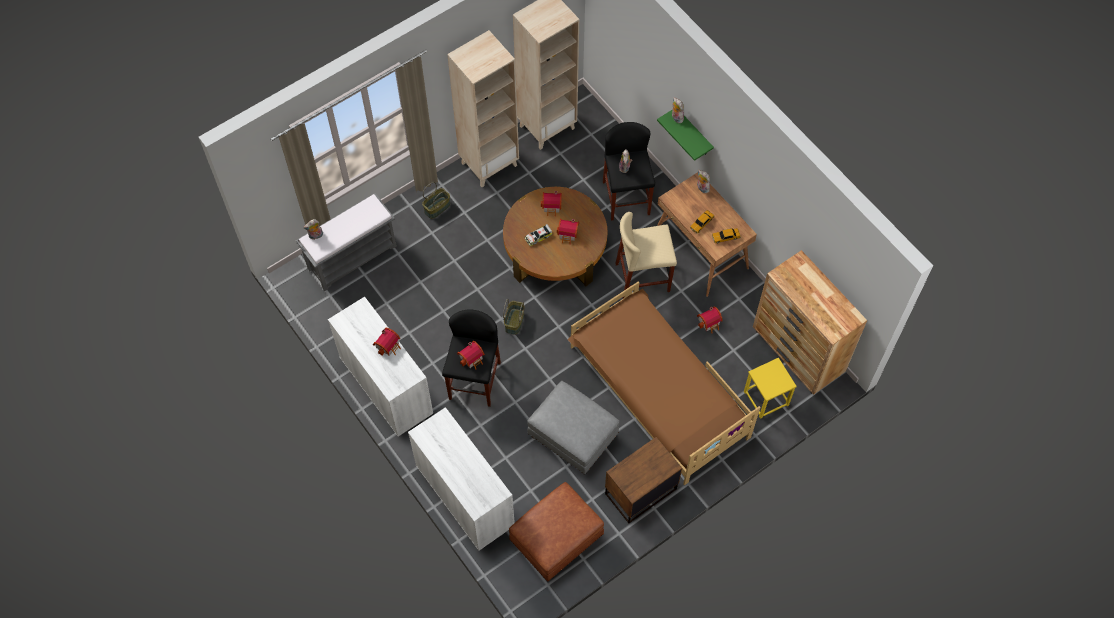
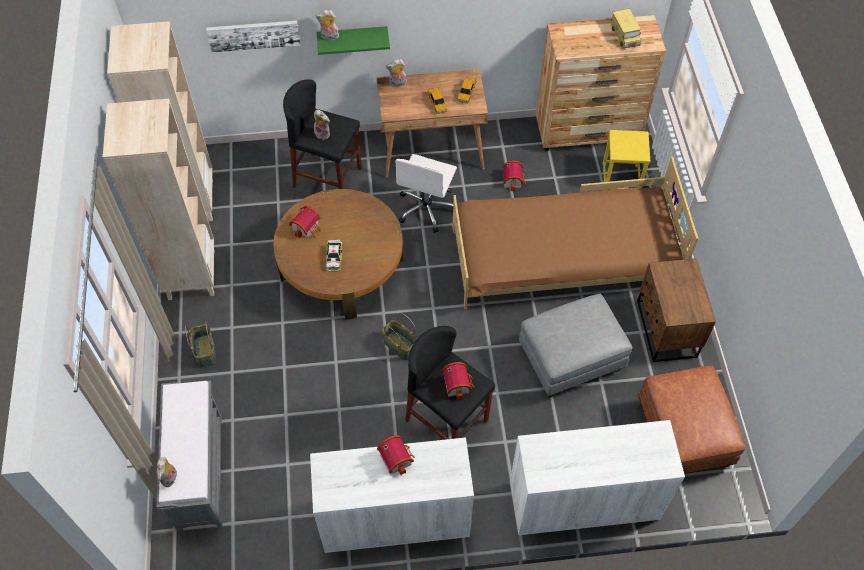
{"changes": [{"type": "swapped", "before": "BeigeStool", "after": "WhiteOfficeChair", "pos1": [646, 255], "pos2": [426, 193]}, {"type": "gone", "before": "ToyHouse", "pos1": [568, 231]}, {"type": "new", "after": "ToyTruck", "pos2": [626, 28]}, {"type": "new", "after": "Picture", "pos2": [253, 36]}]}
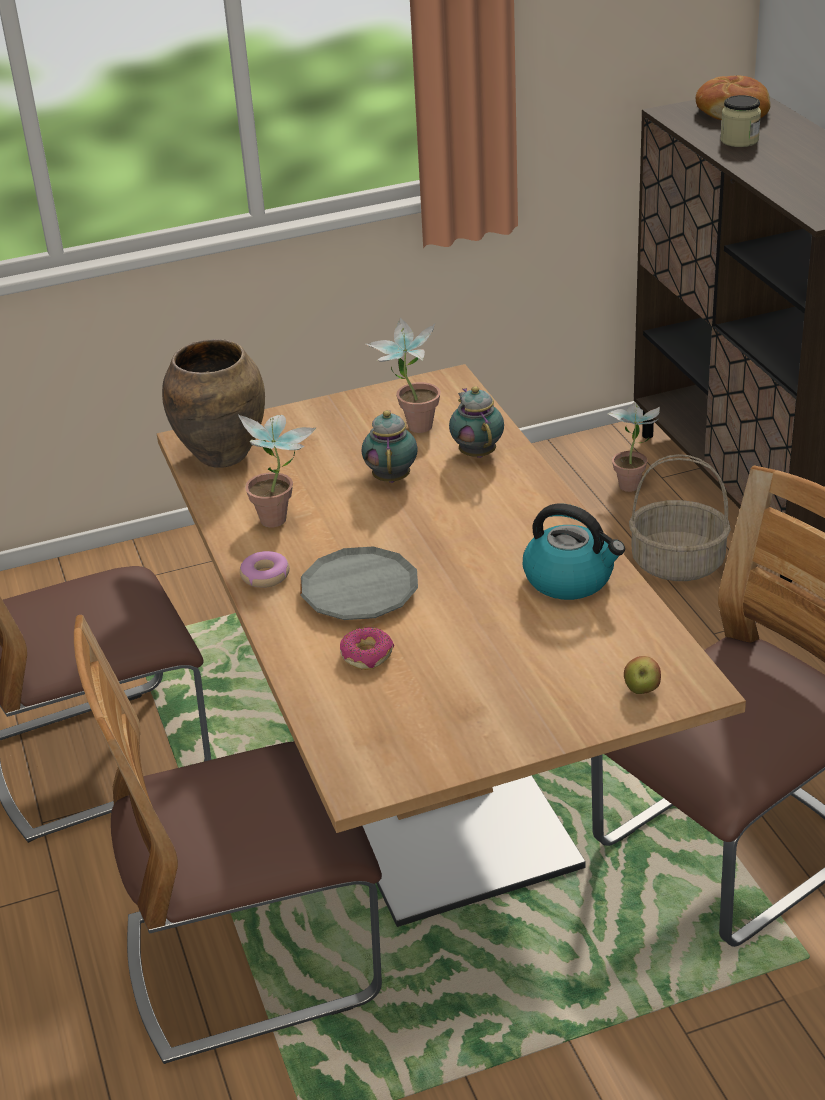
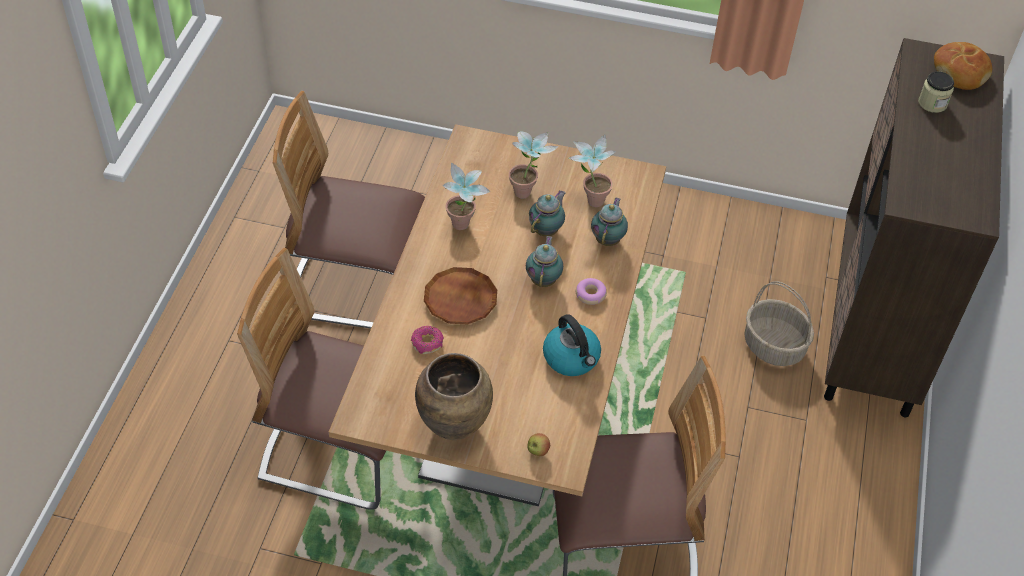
{"changes": [{"type": "shifted", "before": "BrownVase", "pos1": [213, 403], "pos2": [454, 396]}, {"type": "shifted", "before": "PottedPlant", "pos1": [634, 447], "pos2": [533, 165]}, {"type": "repainted", "before": "GreyPlate", "after": "BrownPlate", "pos1": [359, 583], "pos2": [460, 296]}, {"type": "shifted", "before": "Donut", "pos1": [265, 569], "pos2": [591, 291]}, {"type": "new", "after": "Teapot", "pos2": [544, 261]}]}
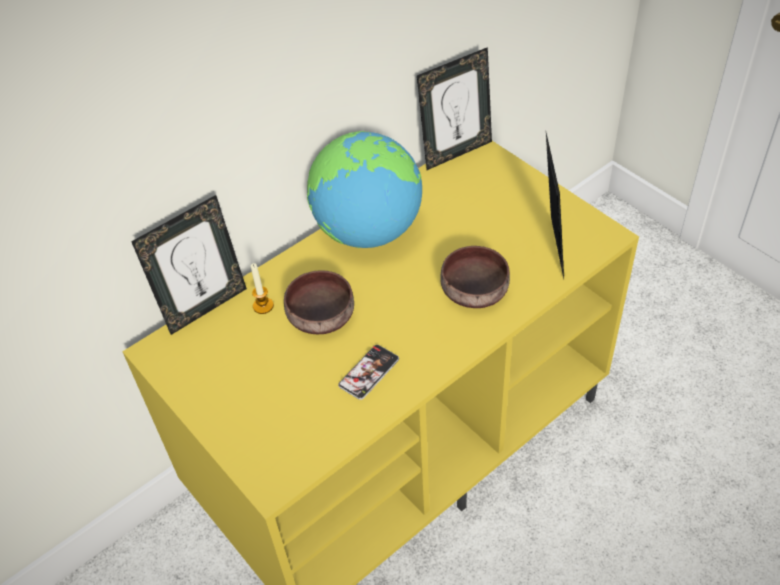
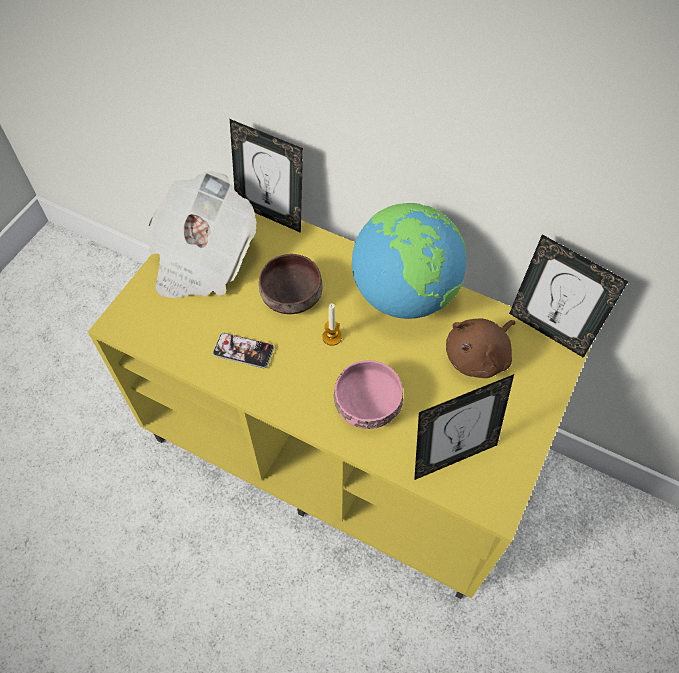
{"changes": [{"type": "repainted", "before": "BrownBowl", "after": "PinkBowl", "pos1": [475, 277], "pos2": [368, 394]}, {"type": "shifted", "before": "Candle", "pos1": [262, 288], "pos2": [332, 325]}, {"type": "new", "after": "Newspaper", "pos2": [203, 234]}, {"type": "new", "after": "BrownPlushToy", "pos2": [481, 348]}]}
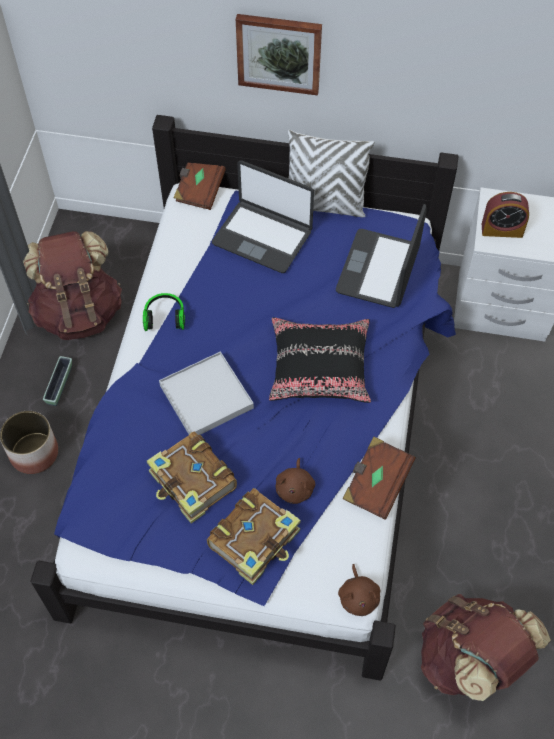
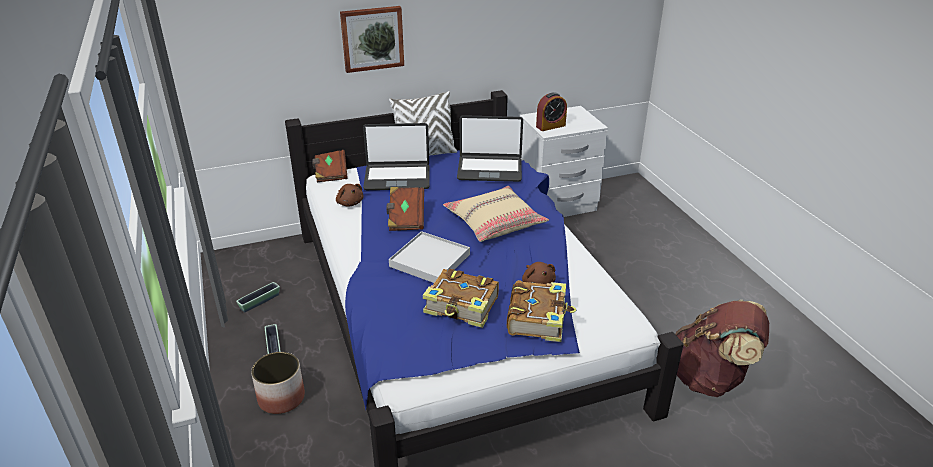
{"changes": [{"type": "rotated", "before": "Laptop", "pos1": [381, 256], "pos2": [490, 148], "turn": -75}, {"type": "swapped", "before": "BrownBackpack", "after": "Planter", "pos1": [72, 285], "pos2": [258, 297]}, {"type": "gone", "before": "Headphones", "pos1": [164, 312]}, {"type": "repainted", "before": "BlackPillow", "after": "BeigePillow", "pos1": [320, 360], "pos2": [496, 214]}, {"type": "shifted", "before": "BrownBook", "pos1": [379, 478], "pos2": [405, 209]}, {"type": "shifted", "before": "BrownPlushToy", "pos1": [359, 590], "pos2": [350, 195]}]}
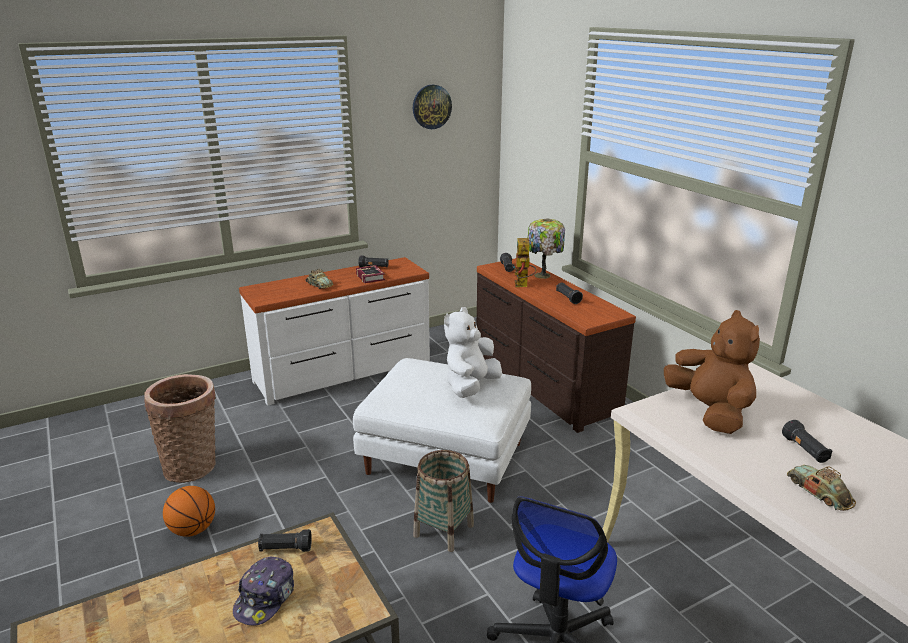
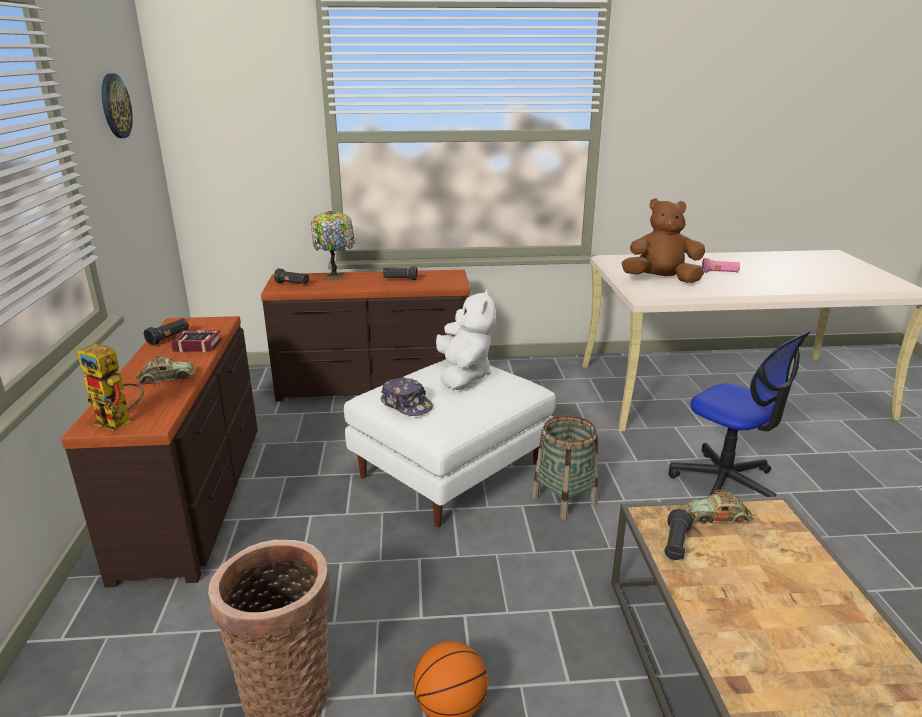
{"changes": [{"type": "shifted", "before": "ToyRobot", "pos1": [524, 262], "pos2": [110, 387]}, {"type": "repainted", "before": "WhiteDresser", "after": "BrownDresser", "pos1": [334, 331], "pos2": [159, 452]}, {"type": "rotated", "before": "WhitePlushToy", "pos1": [473, 352], "pos2": [465, 339], "turn": -150}, {"type": "repainted", "before": "BlackFlashlight", "after": "PinkFlashlight", "pos1": [807, 441], "pos2": [721, 265]}, {"type": "shifted", "before": "ToyCar", "pos1": [821, 488], "pos2": [719, 507]}, {"type": "shifted", "before": "Cap", "pos1": [263, 591], "pos2": [406, 396]}]}
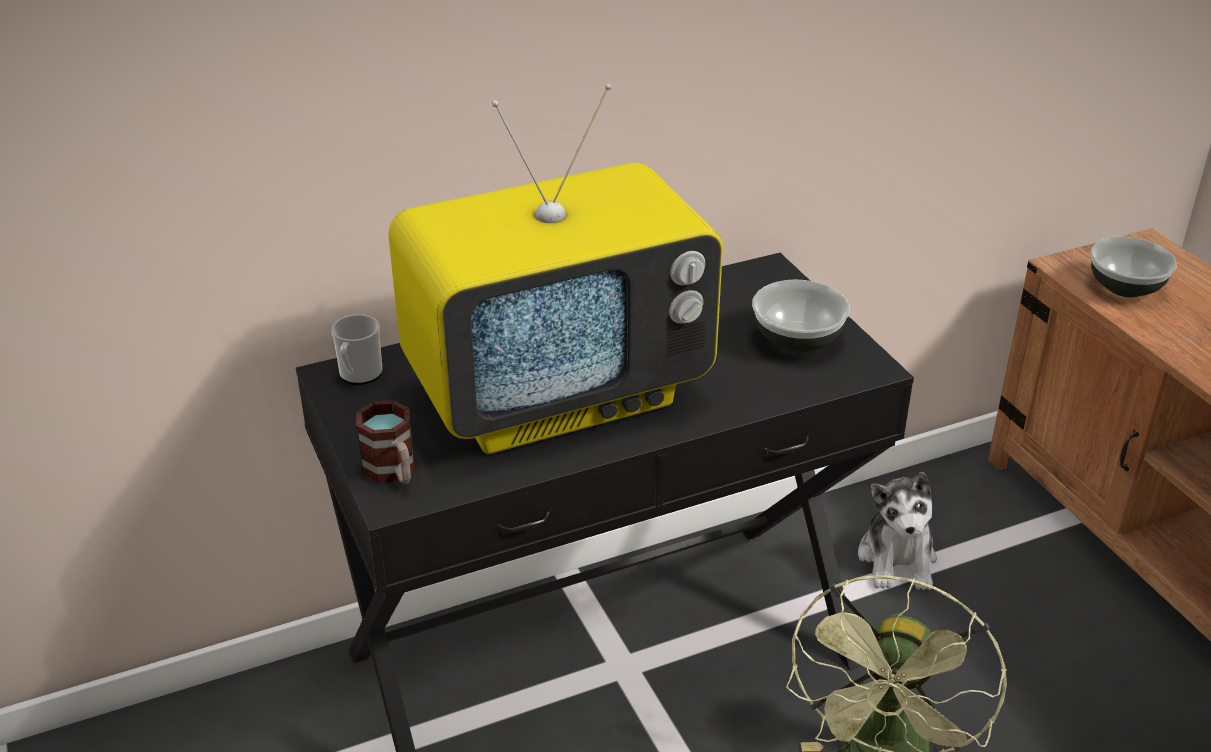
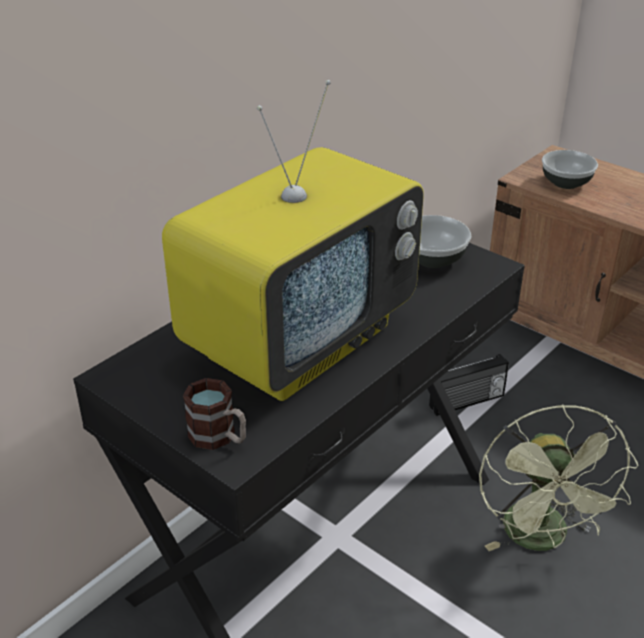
{"changes": [{"type": "gone", "before": "Mug", "pos1": [356, 349]}, {"type": "swapped", "before": "PlushToy", "after": "Radio", "pos1": [897, 531], "pos2": [469, 385]}]}
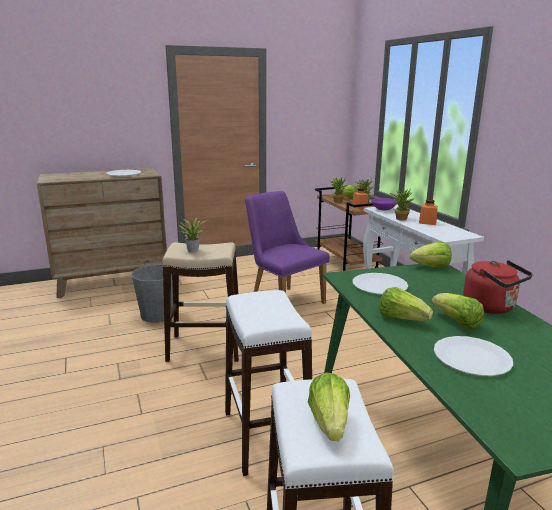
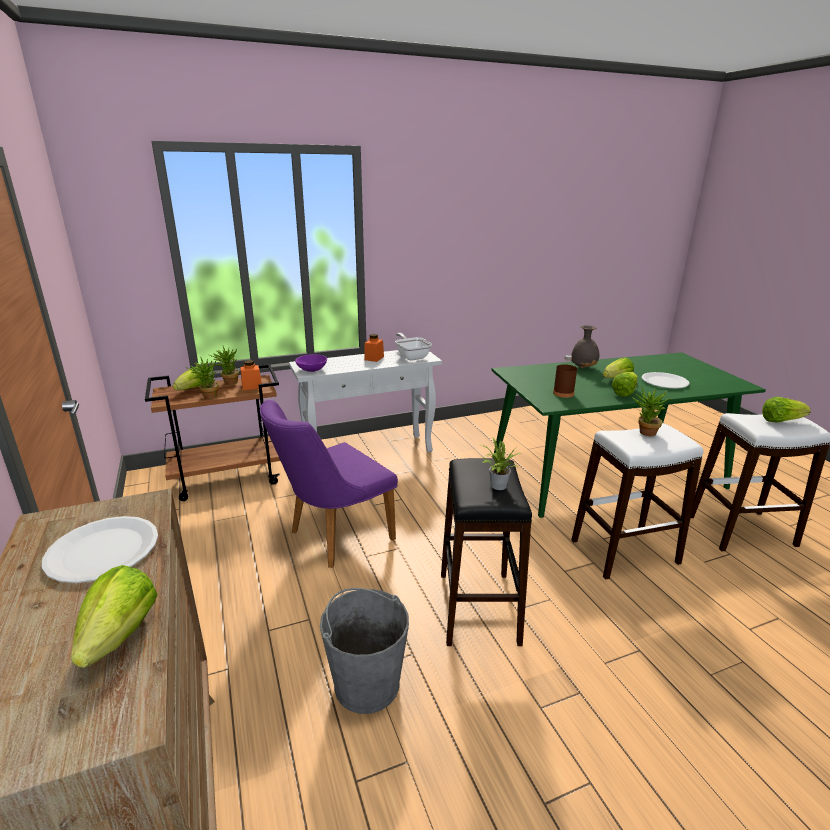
{"changes": [{"type": "shifted", "before": "PottedPlant", "pos1": [402, 204], "pos2": [652, 411]}, {"type": "repainted", "before": "BeigeStool", "after": "BlackStool", "pos1": [200, 302], "pos2": [486, 552]}, {"type": "shifted", "before": "Lettuce", "pos1": [431, 254], "pos2": [114, 616]}, {"type": "swapped", "before": "RedKettle", "after": "GreyVase", "pos1": [498, 287], "pos2": [585, 346]}, {"type": "swapped", "before": "WhitePlate", "after": "BrownBottle", "pos1": [380, 283], "pos2": [565, 376]}, {"type": "new", "after": "FryingPan", "pos2": [413, 347]}]}
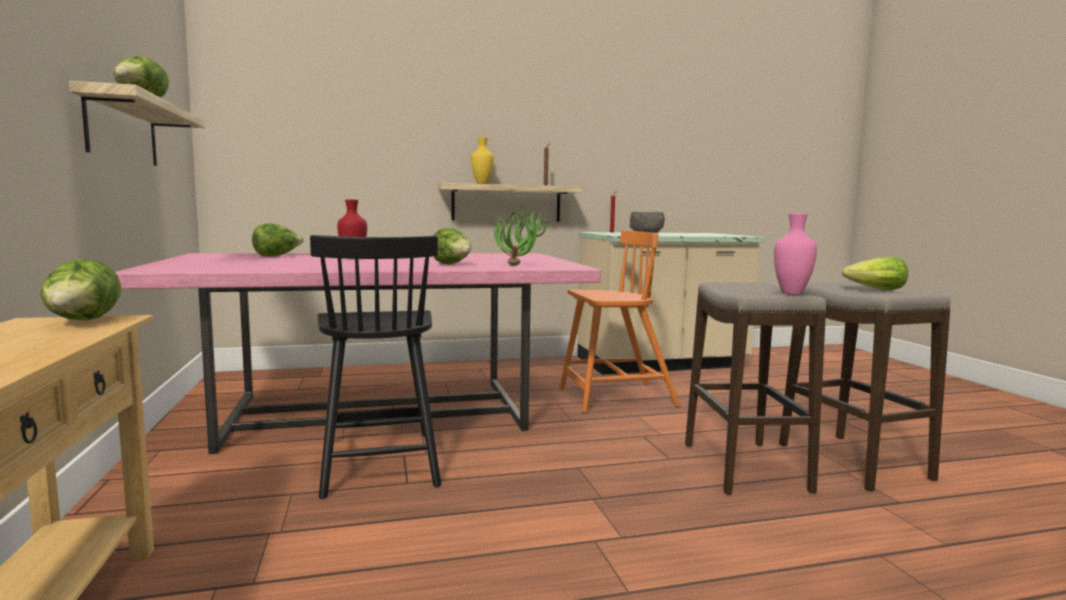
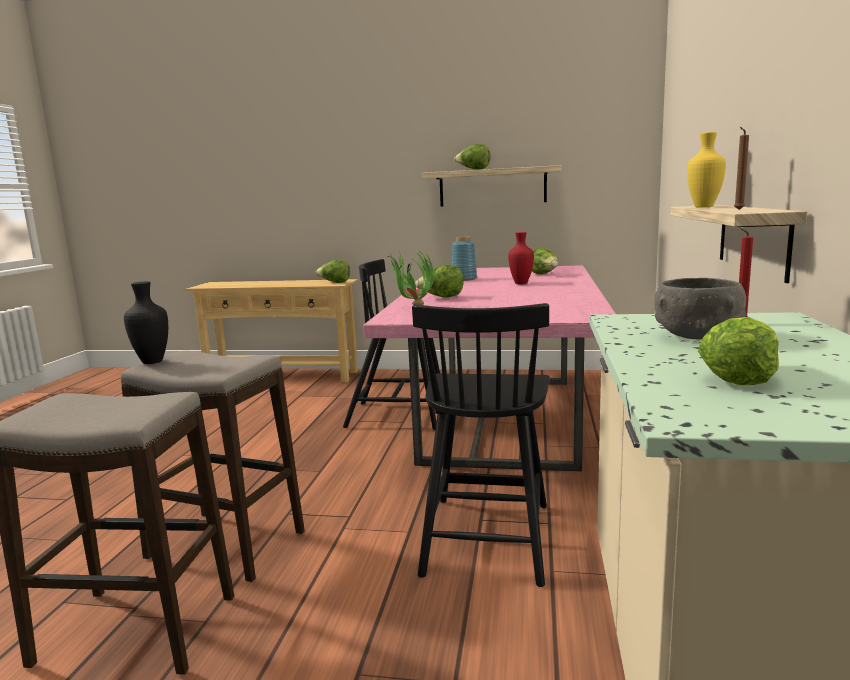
{"changes": [{"type": "repainted", "before": "PinkVase", "after": "BlackVase", "pos1": [795, 254], "pos2": [146, 322]}, {"type": "repainted", "before": "OrangeChair", "after": "BlackChair", "pos1": [619, 321], "pos2": [481, 445]}, {"type": "shifted", "before": "Lettuce", "pos1": [875, 273], "pos2": [738, 351]}, {"type": "new", "after": "BlueVase", "pos2": [464, 258]}]}
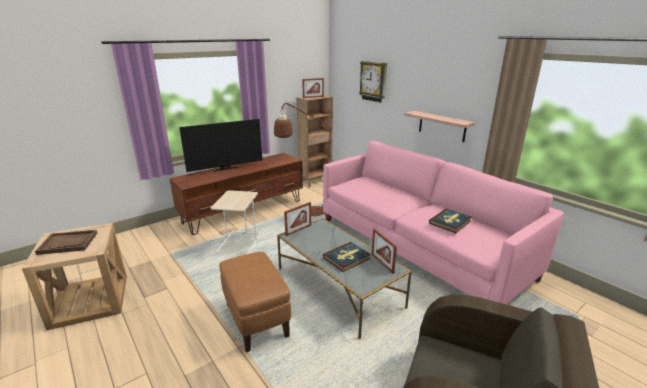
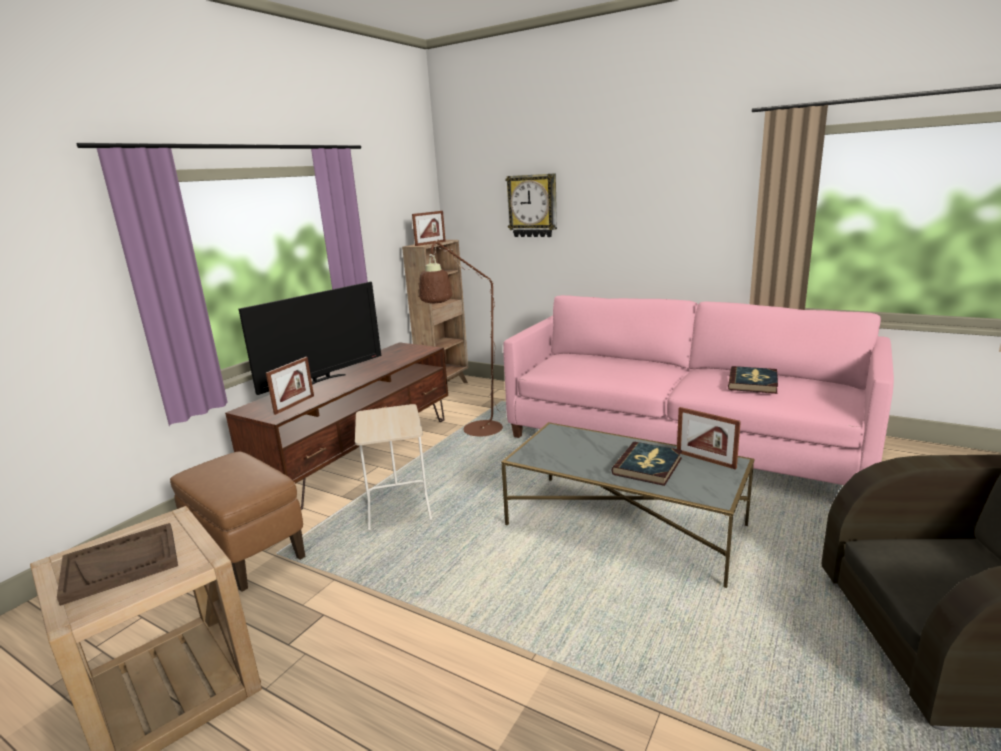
{"changes": [{"type": "gone", "before": "Shelf", "pos1": [439, 126]}, {"type": "shifted", "before": "PictureFrame", "pos1": [297, 219], "pos2": [290, 386]}, {"type": "shifted", "before": "BrownOttoman", "pos1": [255, 302], "pos2": [237, 522]}]}
